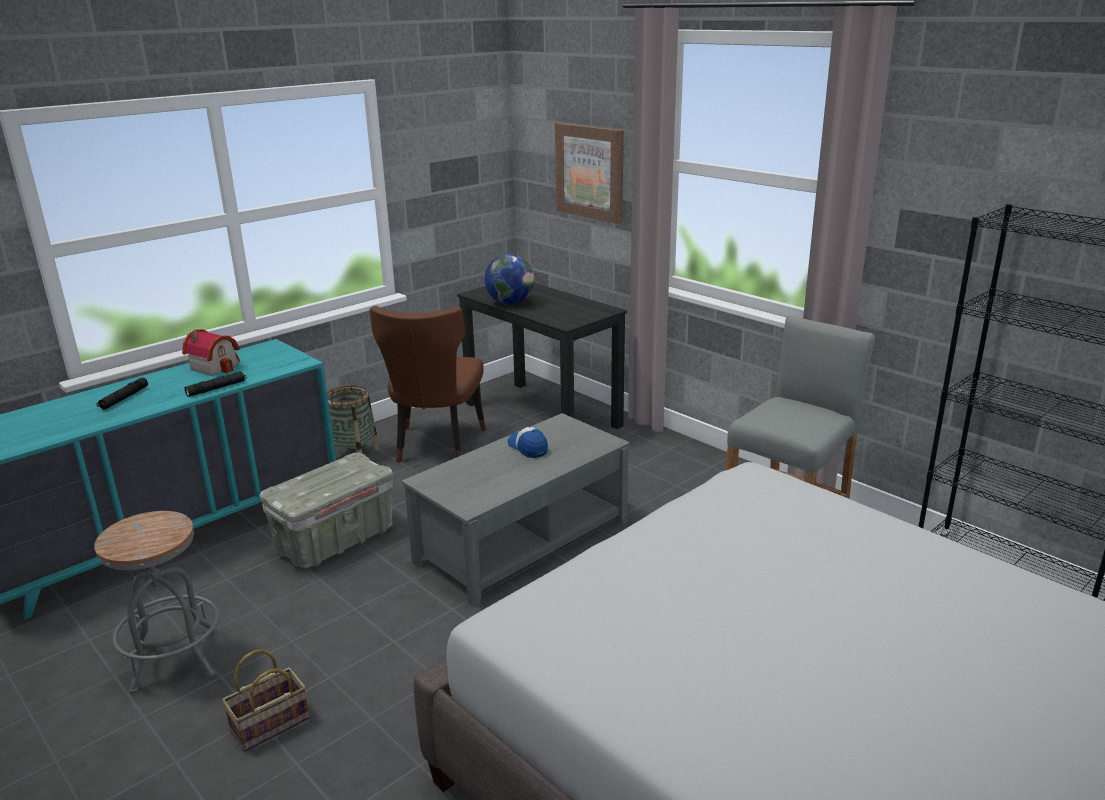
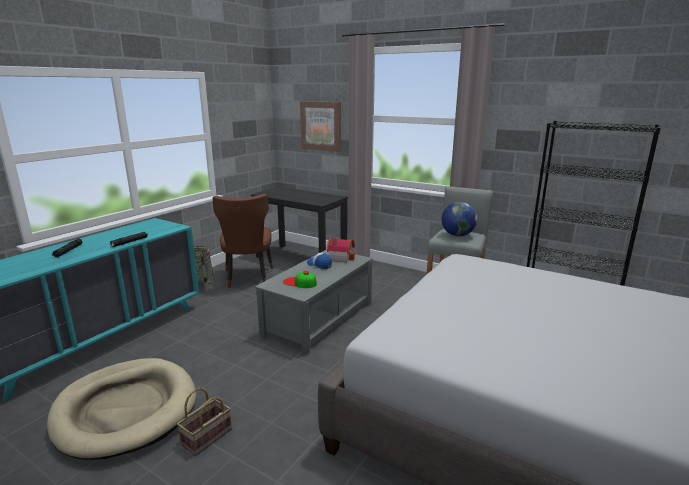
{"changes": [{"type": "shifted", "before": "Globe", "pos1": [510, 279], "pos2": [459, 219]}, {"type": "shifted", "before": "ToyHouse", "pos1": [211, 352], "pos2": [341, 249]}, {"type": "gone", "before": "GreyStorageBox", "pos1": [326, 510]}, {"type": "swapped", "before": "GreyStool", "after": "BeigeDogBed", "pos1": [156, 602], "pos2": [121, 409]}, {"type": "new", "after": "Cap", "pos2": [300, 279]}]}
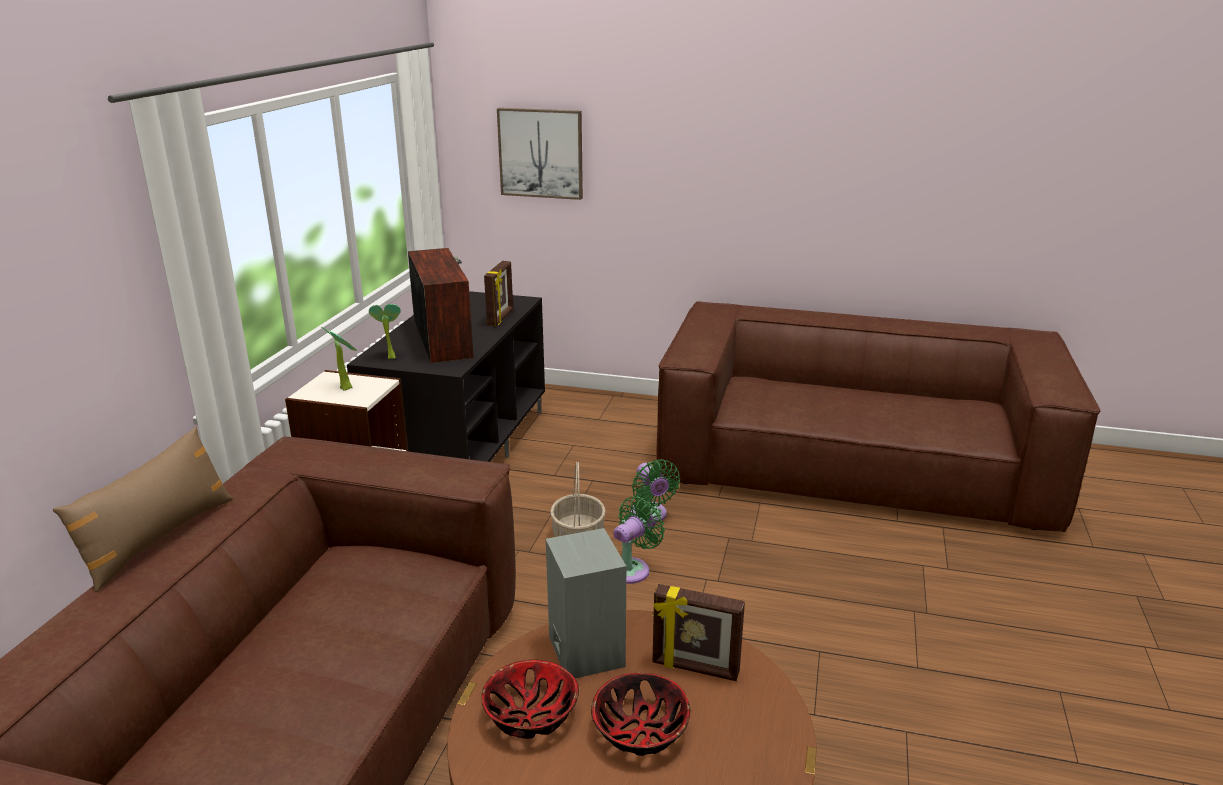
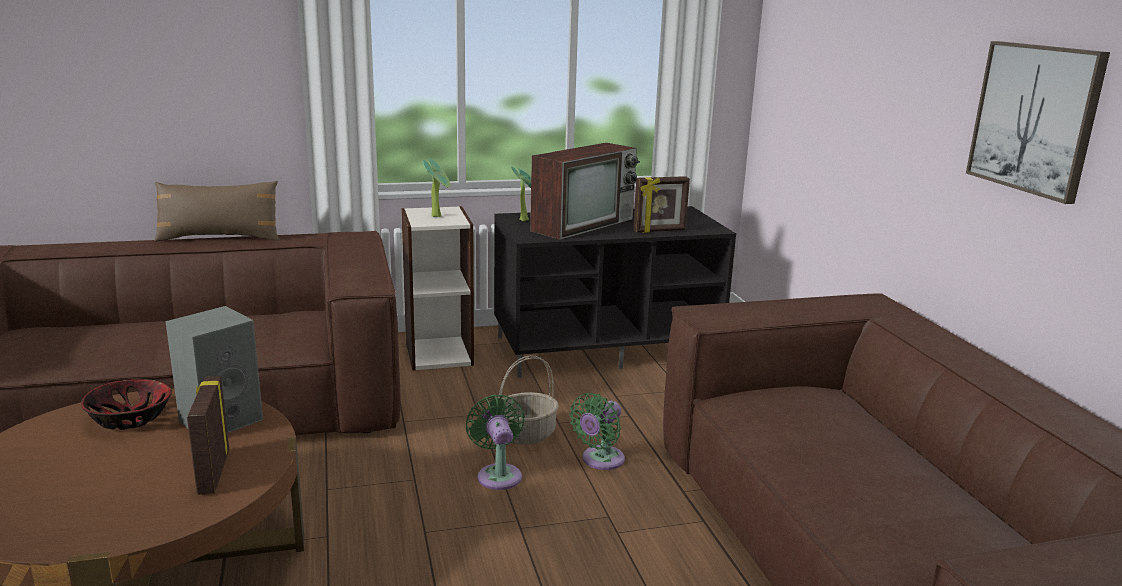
{"changes": [{"type": "shifted", "before": "Picture", "pos1": [540, 154], "pos2": [1038, 122]}, {"type": "rotated", "before": "GreenFan", "pos1": [639, 540], "pos2": [495, 442], "turn": -120}, {"type": "gone", "before": "Bowl", "pos1": [640, 714]}]}
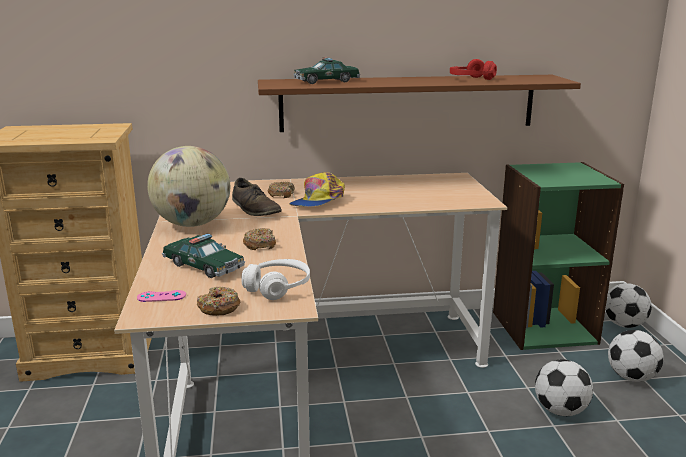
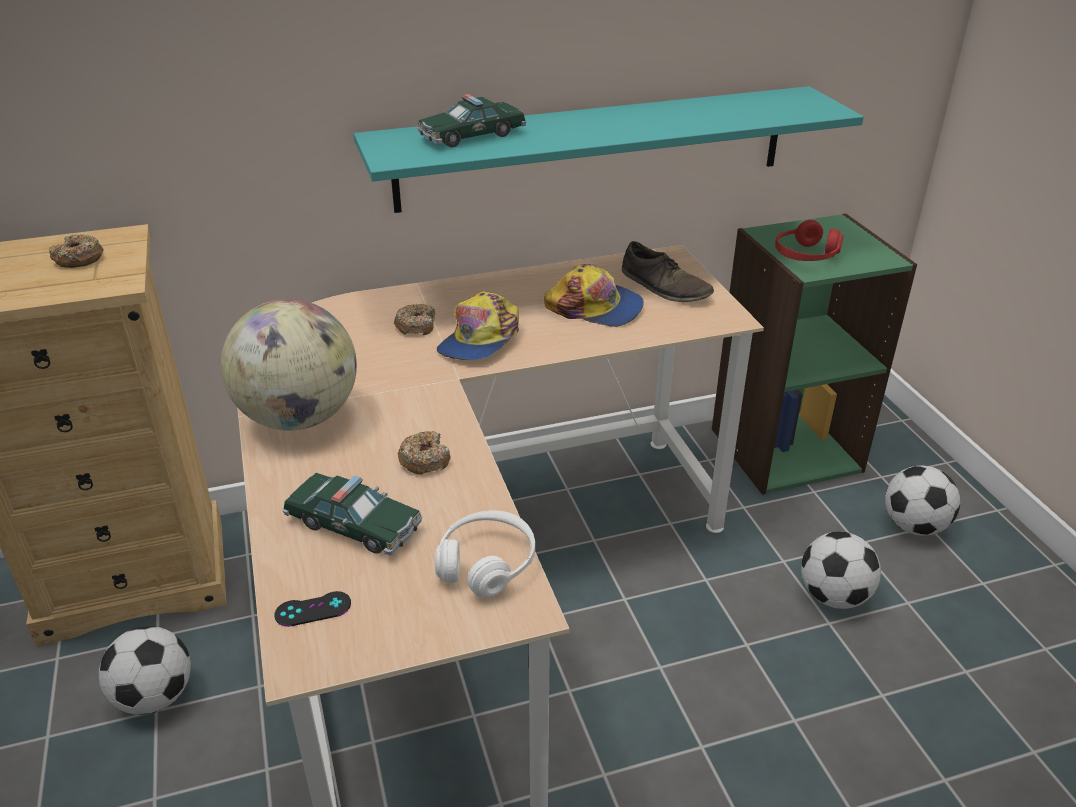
{"changes": [{"type": "shifted", "before": "RedHeadphones", "pos1": [473, 69], "pos2": [809, 240]}, {"type": "repainted", "before": "BrownShelf", "after": "TurquoiseShelf", "pos1": [419, 103], "pos2": [609, 149]}, {"type": "shifted", "before": "BrownShoe", "pos1": [257, 197], "pos2": [668, 271]}, {"type": "shifted", "before": "Football", "pos1": [628, 305], "pos2": [145, 670]}, {"type": "shifted", "before": "Donut", "pos1": [218, 301], "pos2": [76, 251]}, {"type": "repainted", "before": "PinkGameController", "after": "BlackGameController", "pos1": [161, 296], "pos2": [312, 609]}, {"type": "new", "after": "Cap", "pos2": [594, 295]}]}
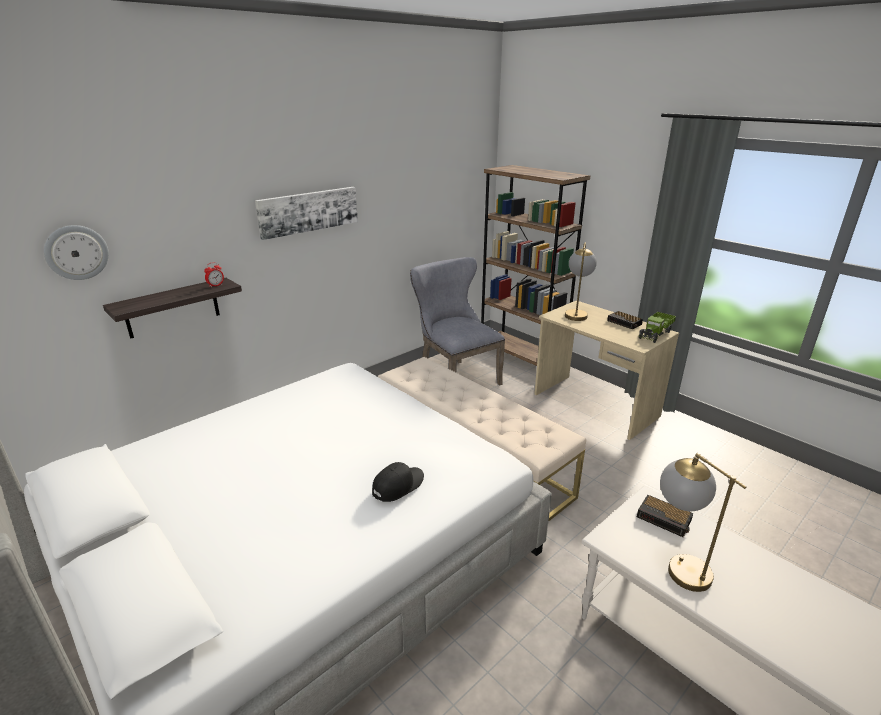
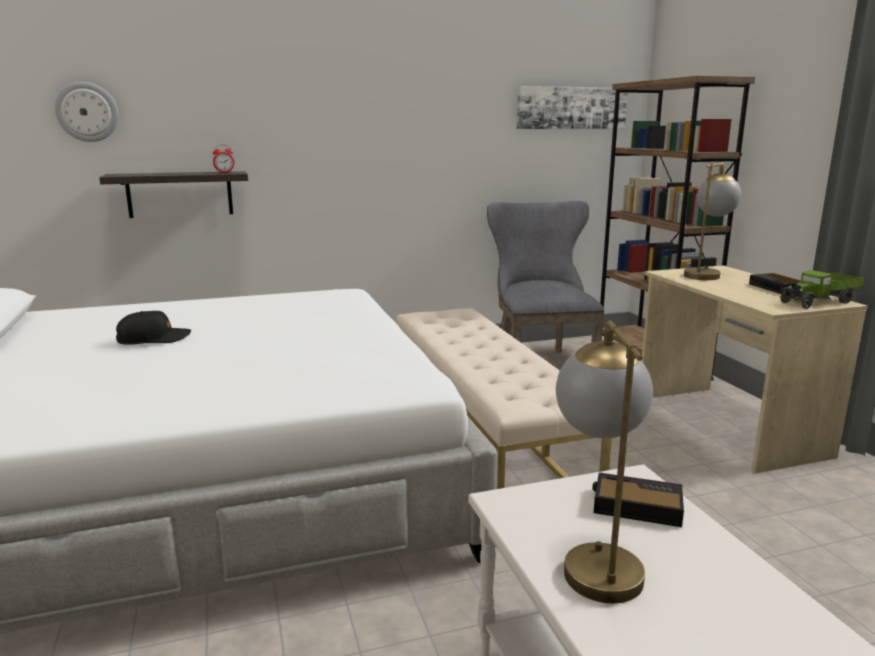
{"changes": [{"type": "shifted", "before": "Picture", "pos1": [306, 213], "pos2": [572, 107]}, {"type": "shifted", "before": "BlackCap", "pos1": [398, 482], "pos2": [153, 328]}, {"type": "rotated", "before": "AlarmClock", "pos1": [665, 516], "pos2": [638, 500], "turn": 135}]}
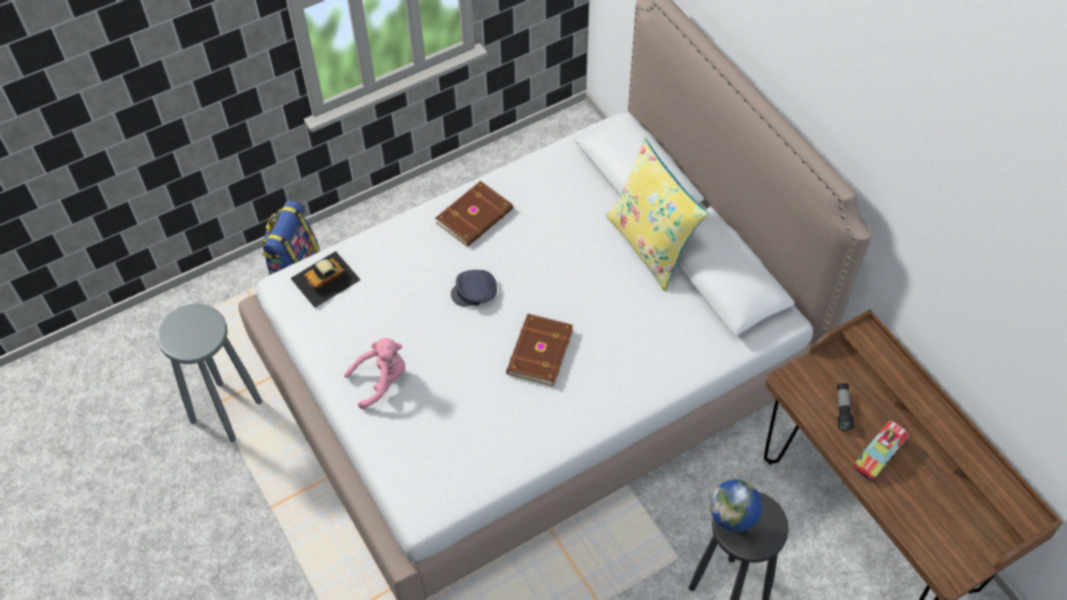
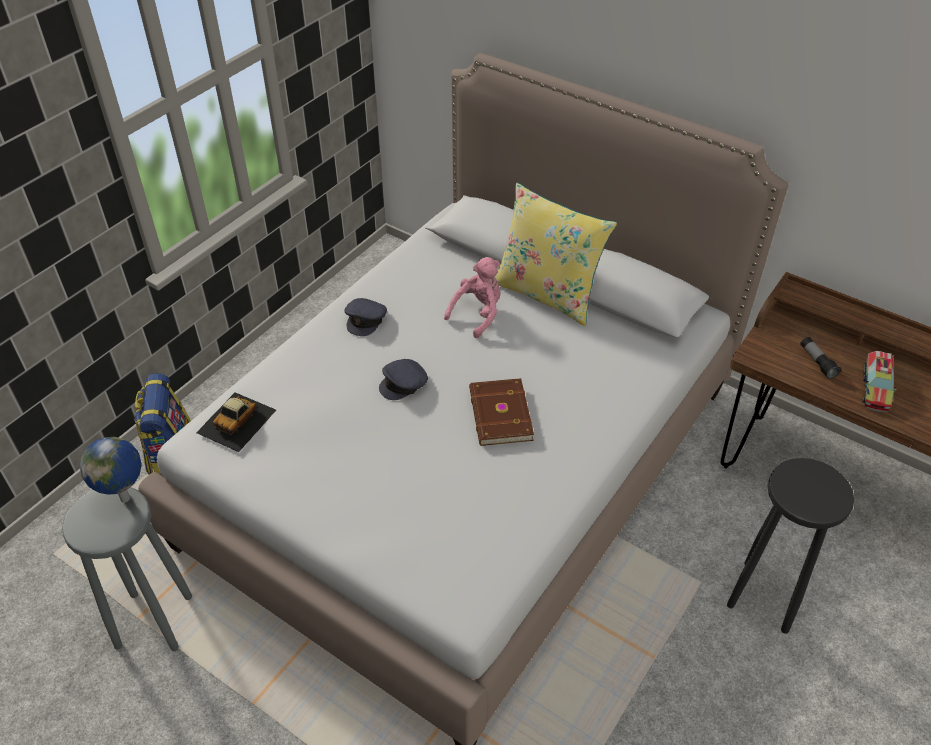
{"changes": [{"type": "swapped", "before": "BrownBook", "after": "GreyCap", "pos1": [474, 214], "pos2": [365, 317]}, {"type": "shifted", "before": "PinkPlushToy", "pos1": [374, 373], "pos2": [472, 297]}, {"type": "shifted", "before": "Globe", "pos1": [736, 506], "pos2": [110, 470]}]}
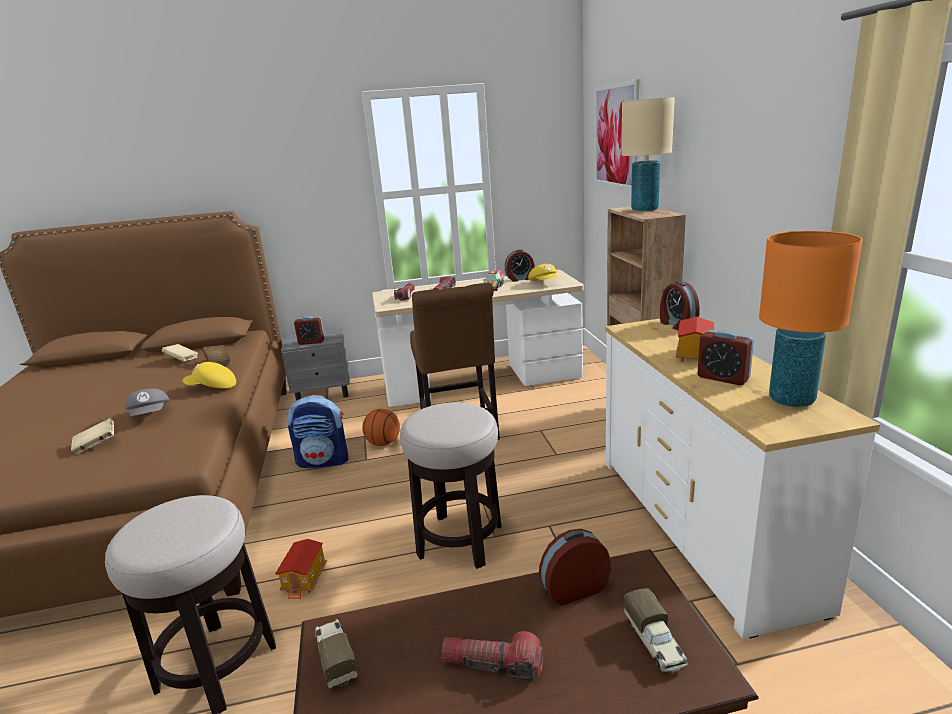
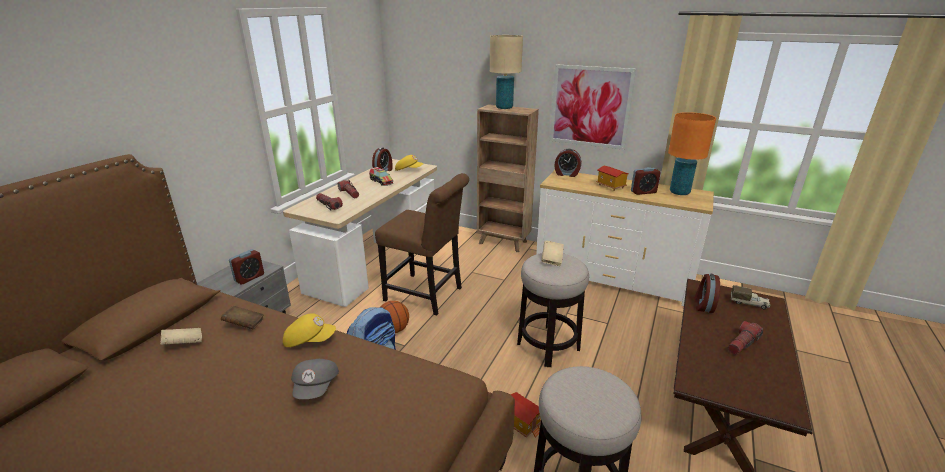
{"changes": [{"type": "shifted", "before": "Picture", "pos1": [617, 134], "pos2": [593, 107]}, {"type": "rotated", "before": "YellowCap", "pos1": [209, 375], "pos2": [309, 330], "turn": -120}, {"type": "rotated", "before": "GreyCap", "pos1": [147, 402], "pos2": [315, 379], "turn": 75}, {"type": "shifted", "before": "BeigeBook", "pos1": [92, 436], "pos2": [552, 253]}, {"type": "gone", "before": "ToyTruck", "pos1": [336, 653]}]}
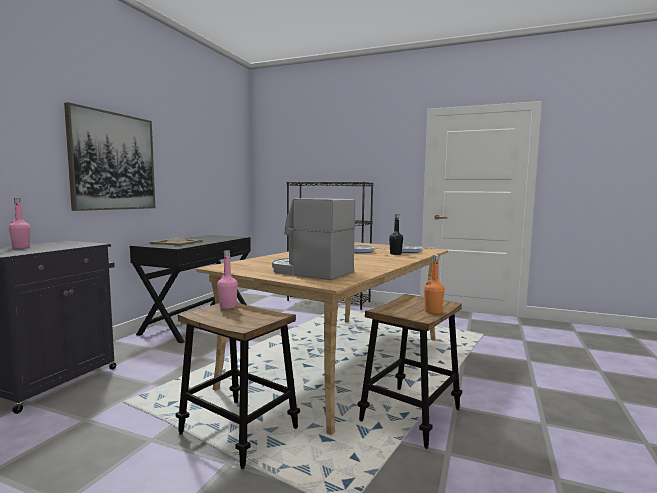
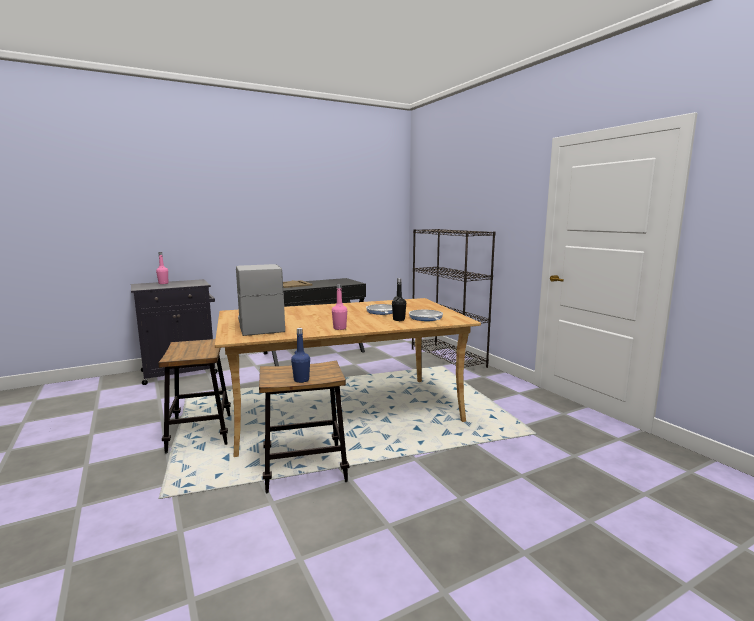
{"changes": [{"type": "gone", "before": "Picture", "pos1": [109, 156]}, {"type": "shifted", "before": "PinkBottle", "pos1": [227, 279], "pos2": [339, 307]}, {"type": "repainted", "before": "OrangeBottle", "after": "BlueBottle", "pos1": [434, 284], "pos2": [300, 355]}]}
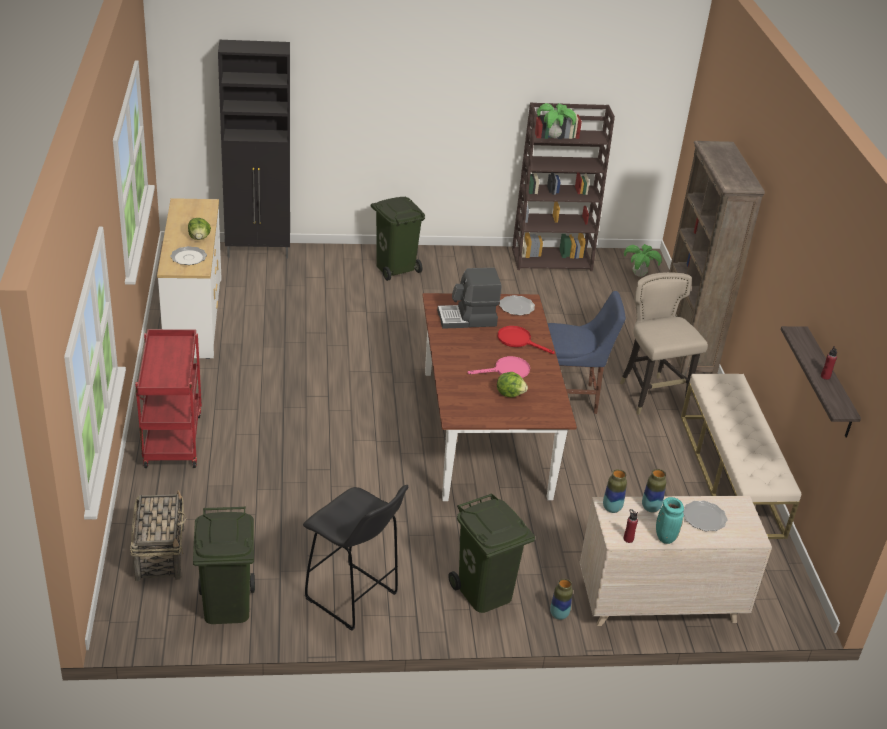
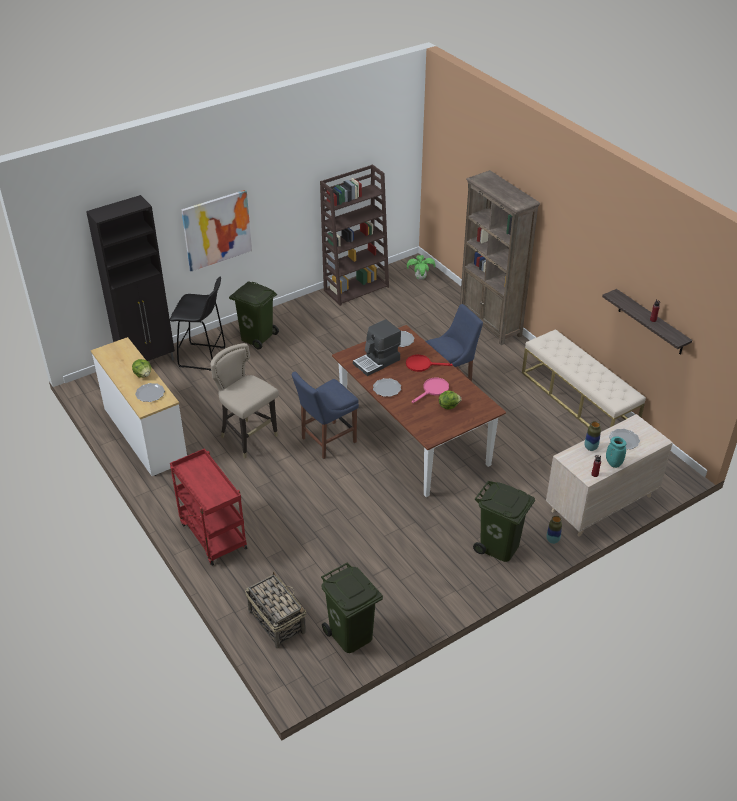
{"changes": [{"type": "gone", "before": "PottedPlant", "pos1": [556, 120]}, {"type": "shifted", "before": "BeigeStool", "pos1": [664, 343], "pos2": [244, 401]}, {"type": "gone", "before": "Vase", "pos1": [615, 491]}, {"type": "shifted", "before": "BlackStool", "pos1": [355, 558], "pos2": [197, 324]}, {"type": "new", "after": "Picture", "pos2": [216, 230]}, {"type": "new", "after": "BlueChair", "pos2": [325, 415]}, {"type": "new", "after": "Plate", "pos2": [387, 387]}]}
